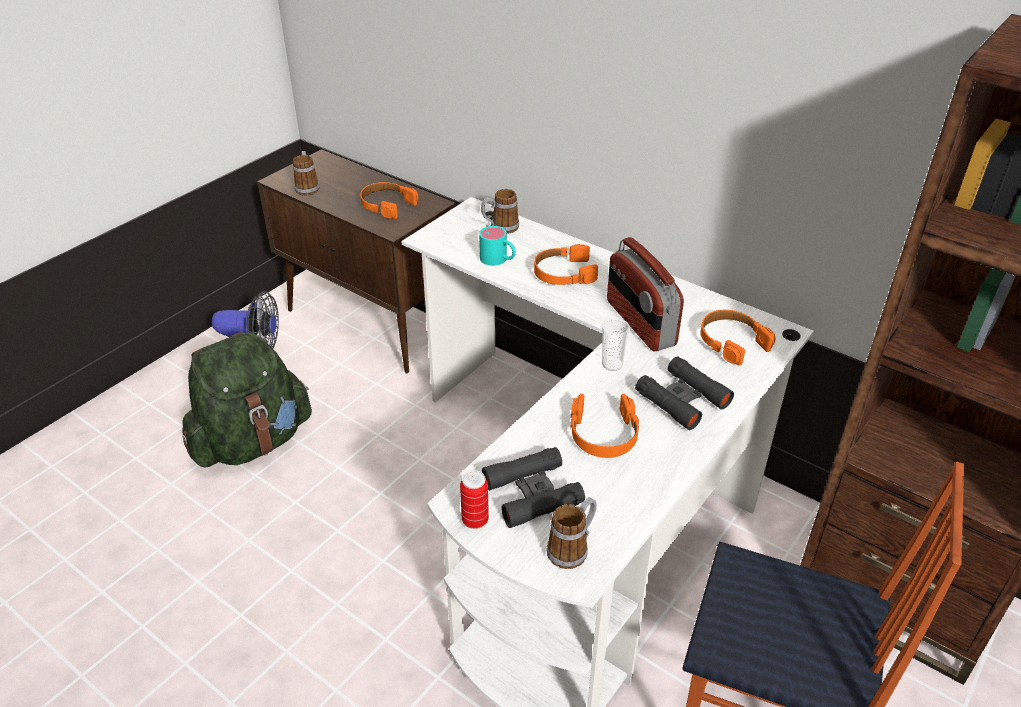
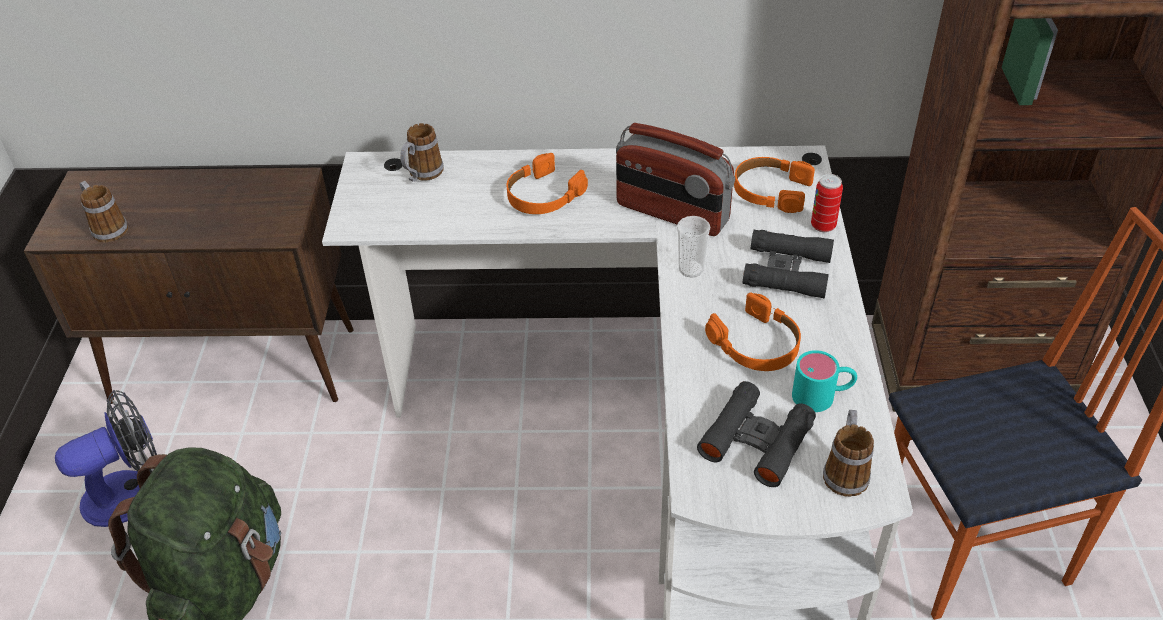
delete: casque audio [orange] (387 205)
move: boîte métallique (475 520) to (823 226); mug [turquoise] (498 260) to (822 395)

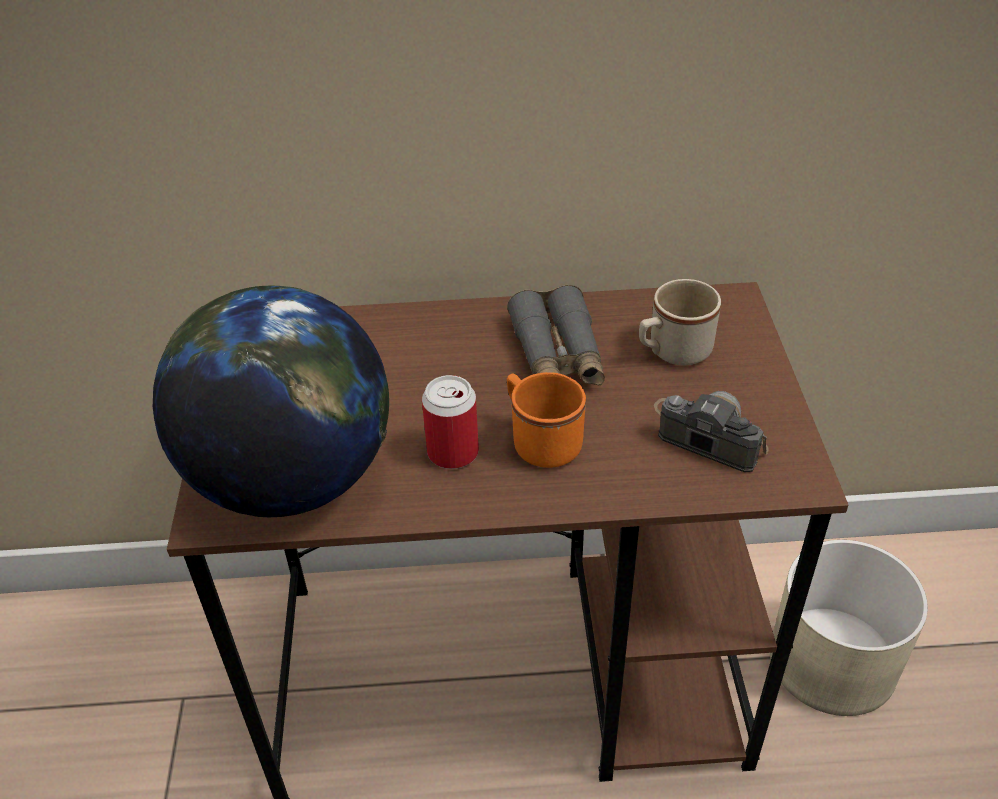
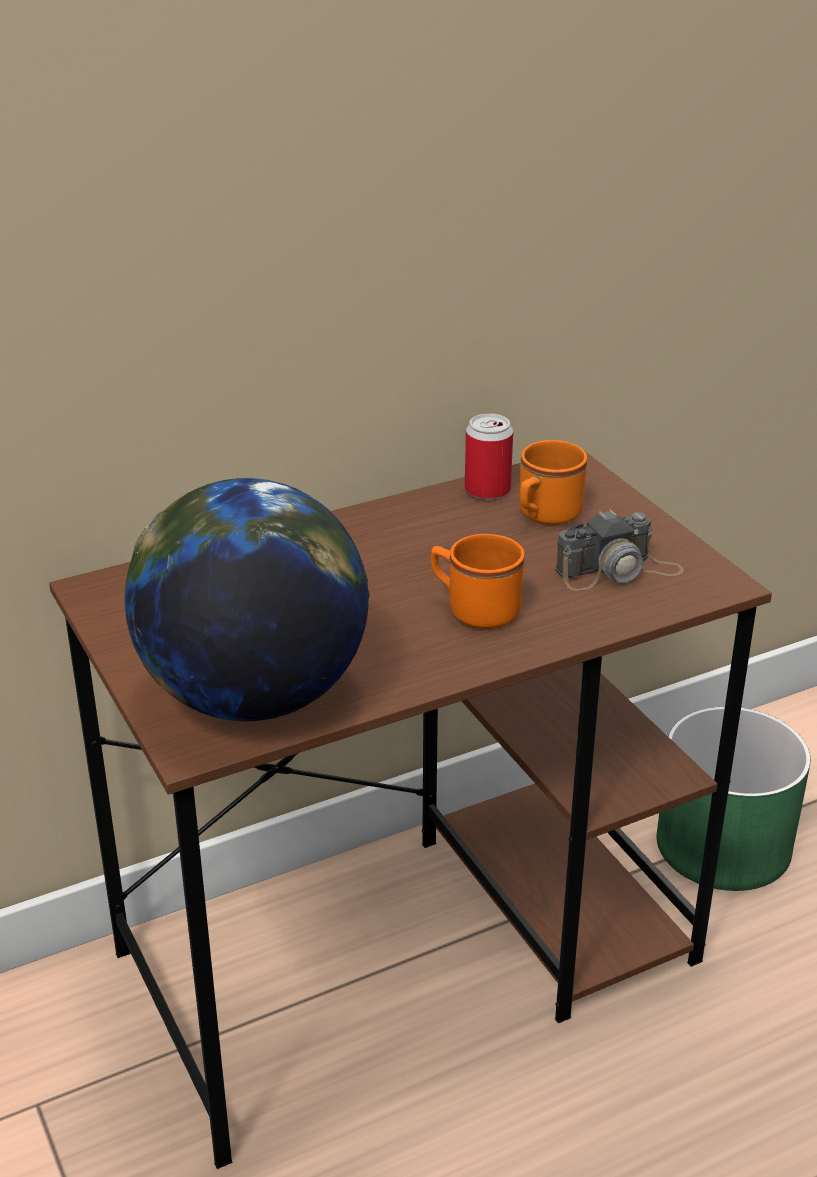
delete: jumelles [gris] (557 354)
move: boîte métallique (453 452) to (487 490)
recolor: mug [beige] (672 352) to mug [orange] (544 516); cache-pot [beige] (834 661) to cache-pot [vert] (725 844)
rotate: appareil photo (705 434) = (618 571) 150 degrees clockwise

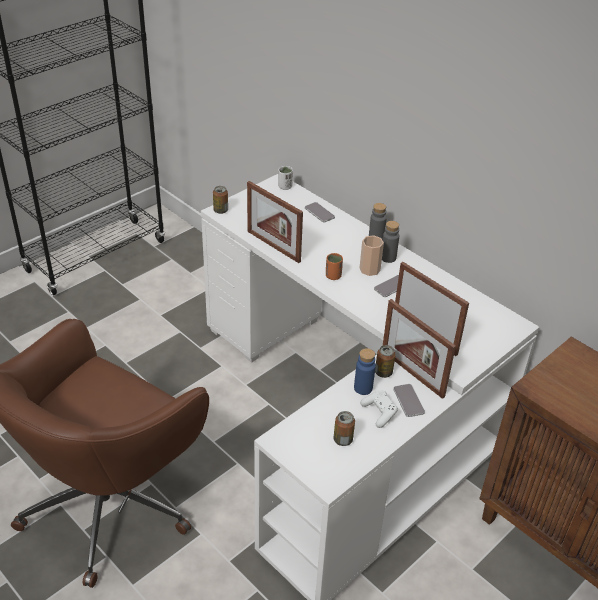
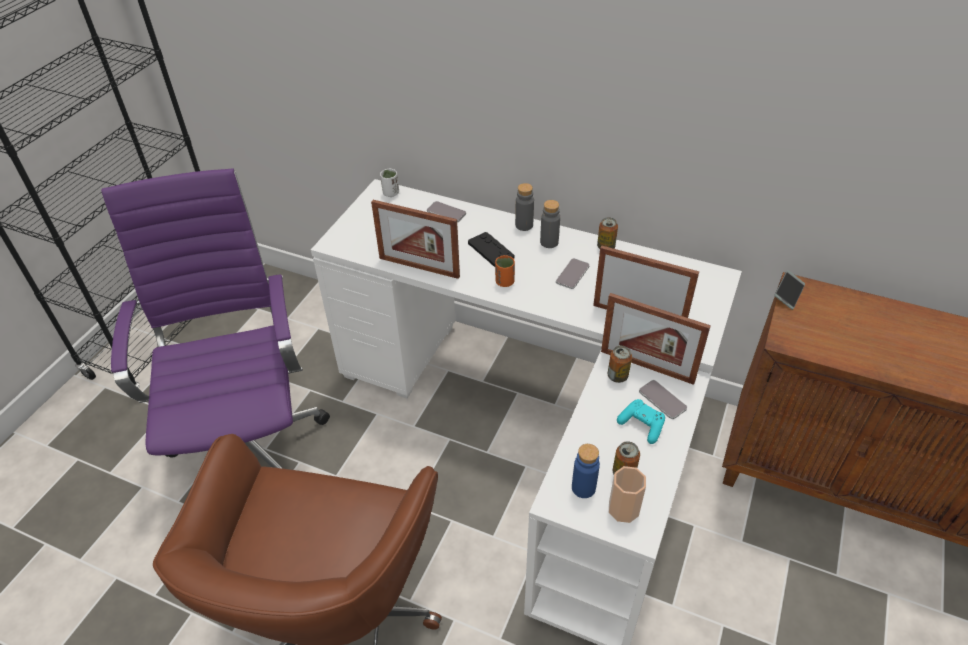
insert: chaise de bureau [violet] (251 448); manette [noir] (490 250); téléphone (788 293)
move: boîte métallique (220 210) to (606 247); bouteille [bleu] (363 388) to (583 488); tasse (369 269) to (623 509)
recolor: manette [blanc] (379 413) to manette [turquoise] (641 425)

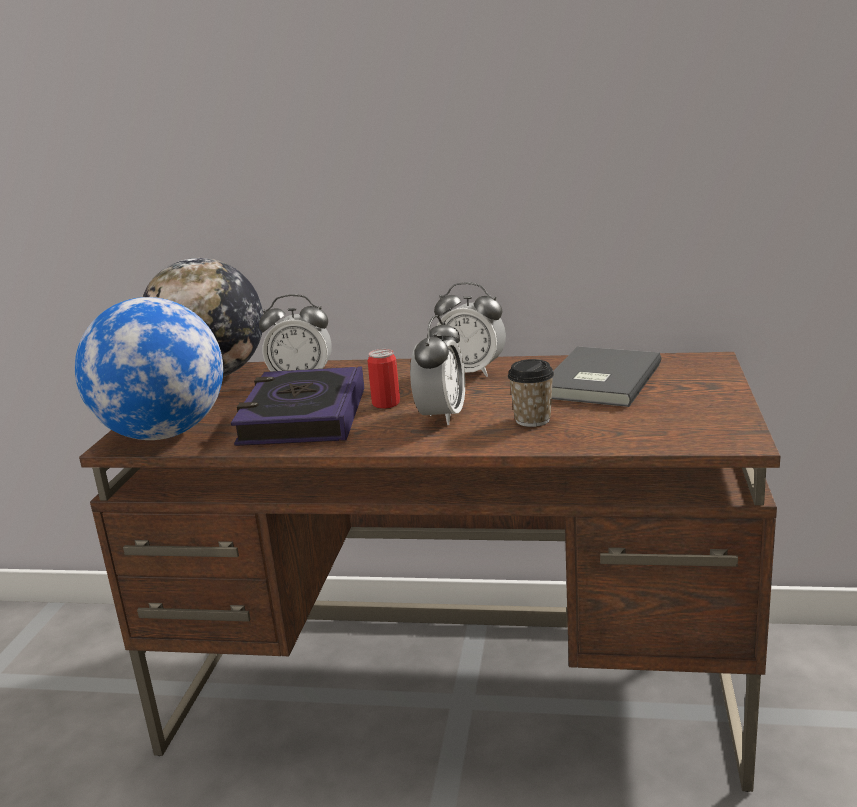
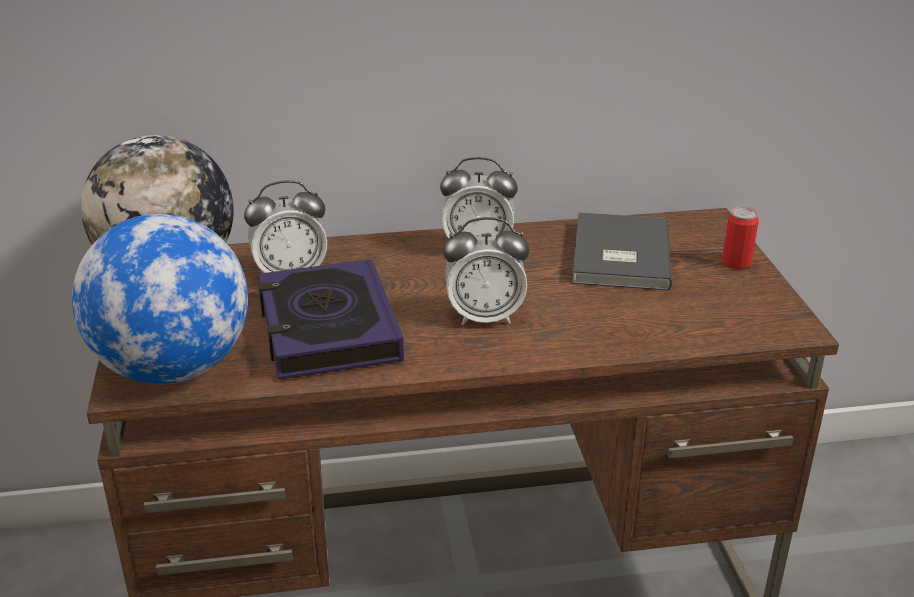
delete: tasse (532 420)
move: boîte métallique (386 403) to (736 262)
rotate: réveil (441 416) = (485 317) 90 degrees clockwise

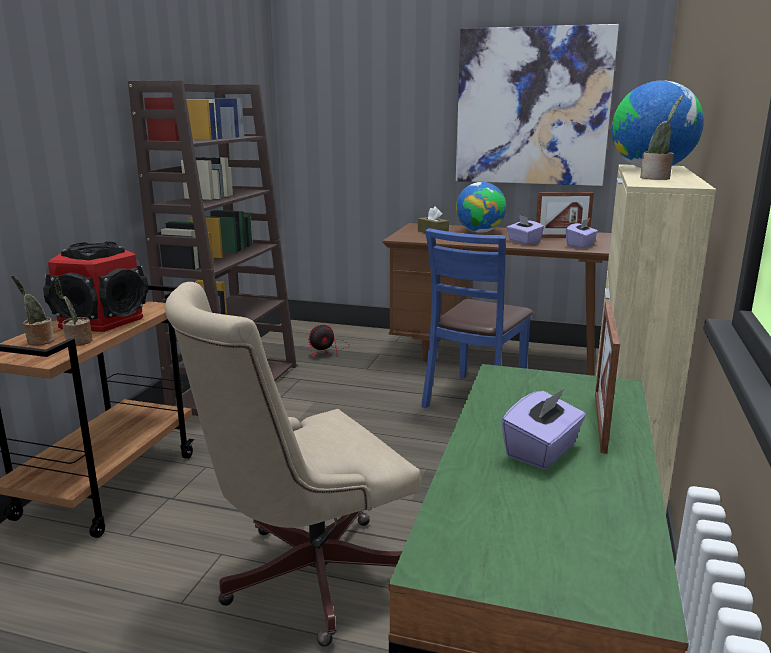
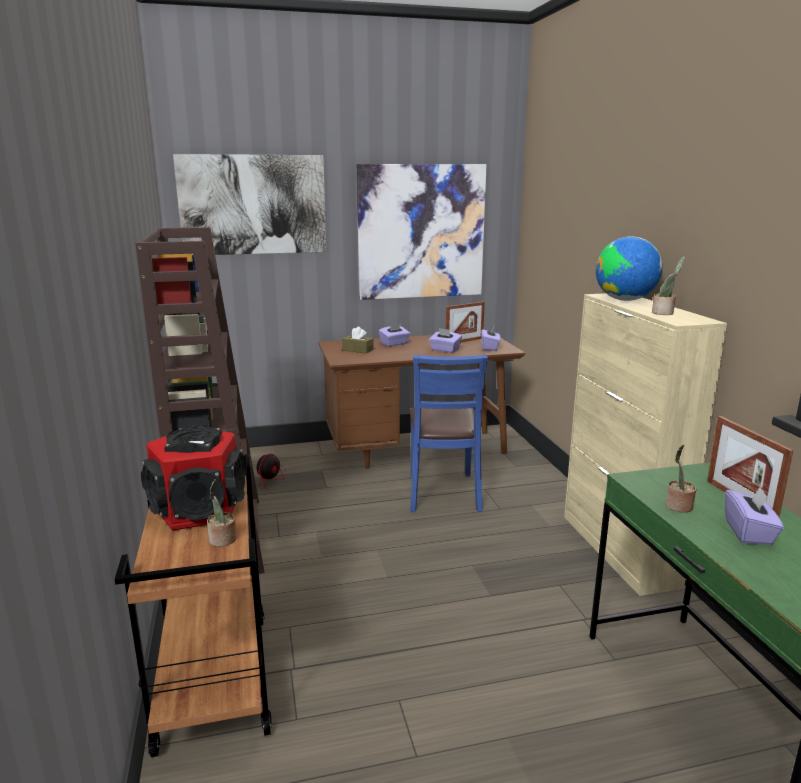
delete: chaise de bureau [beige] (303 577)
insert: tableau (253 205)
move: plante en pot (38 341) to (678 507)
replace: globe (480 232) to boîte à mouchoirs [violet] (394 344)

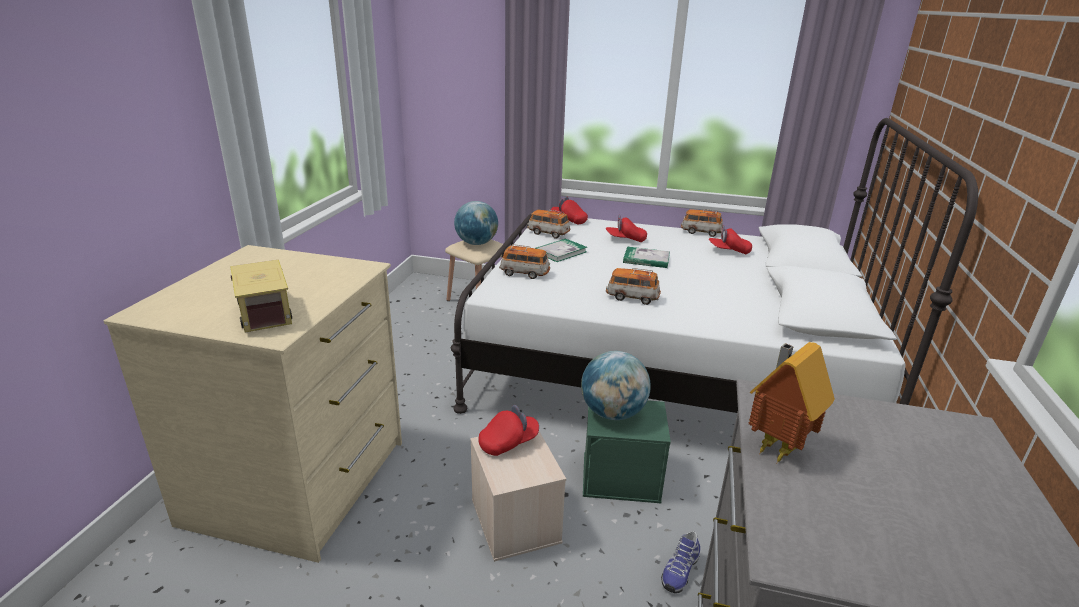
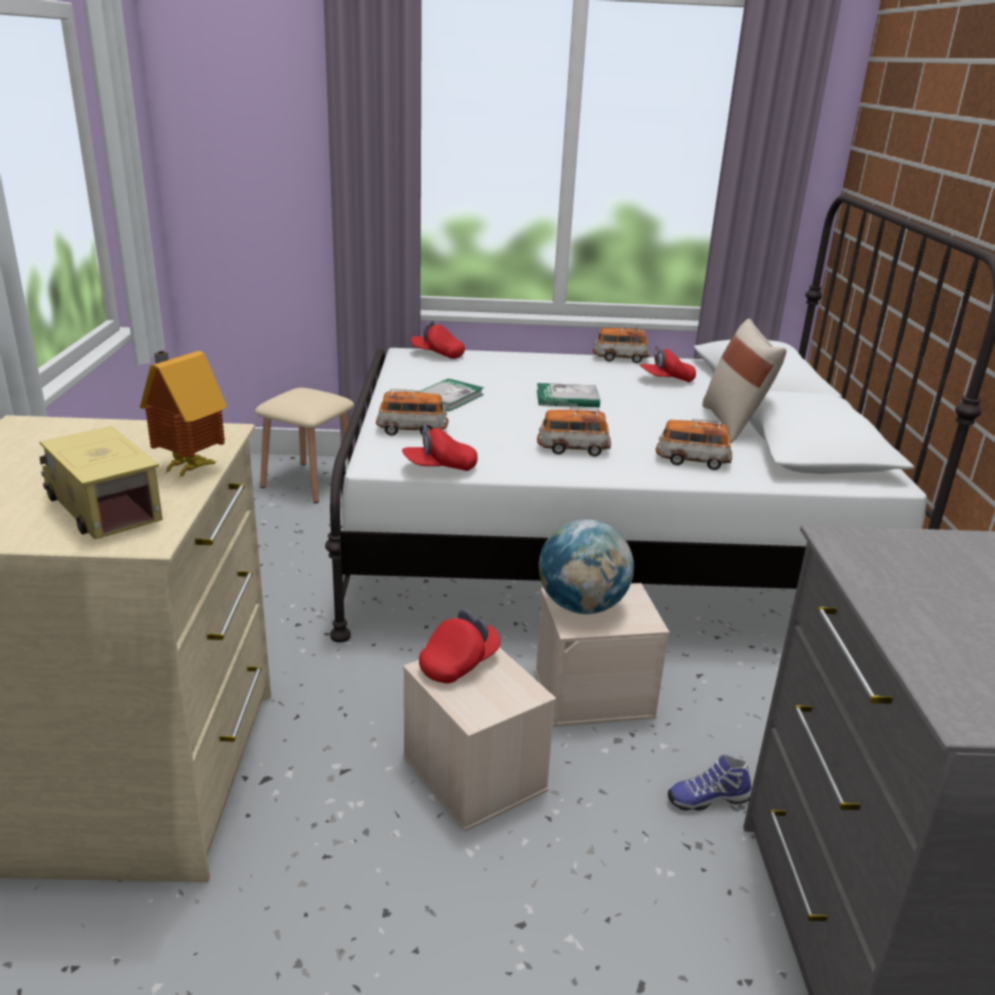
delete: globe (476 243)
insert: coussin [beige] (734 424)
move: petite voiture (548 233) to (692 461); casquette [rouge] (625 239) to (440 467); maison miniature (775 447) to (188 467)
recolor: boîte de rangement [vert] (622 477) to boîte de rangement [beige] (594 693)
rotate: chaussure (679 571) = (708 797) 60 degrees clockwise

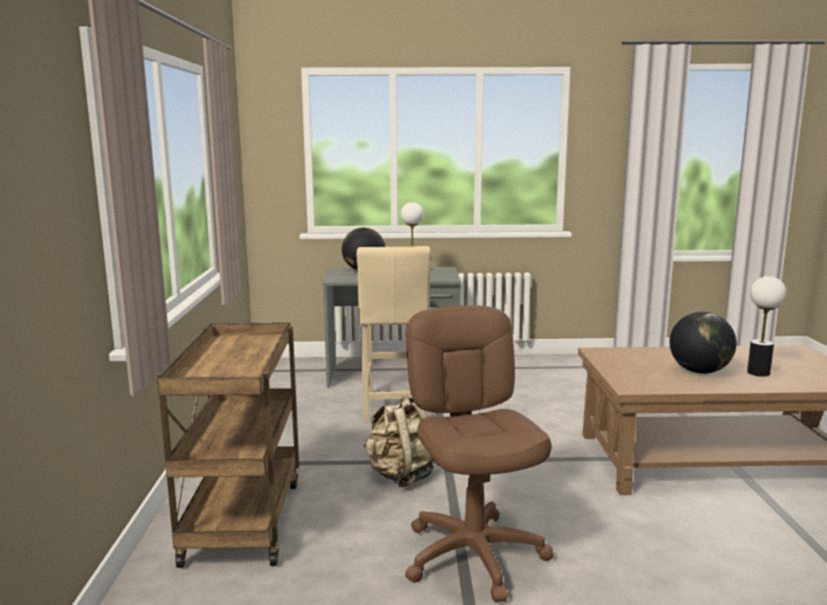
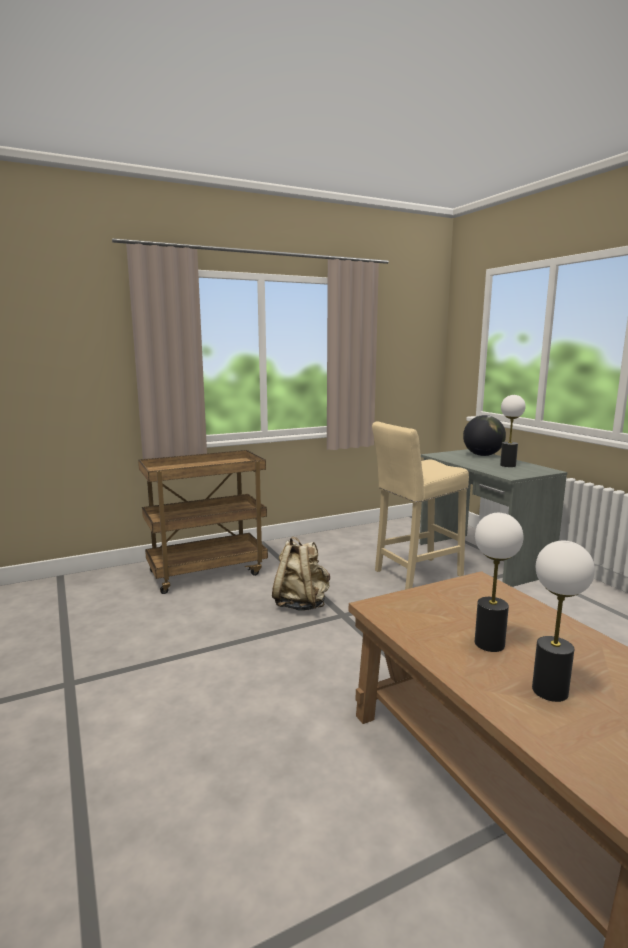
delete: chaise de bureau [marron] (474 555)
replace: globe (699 371) to lampe de table (490 644)

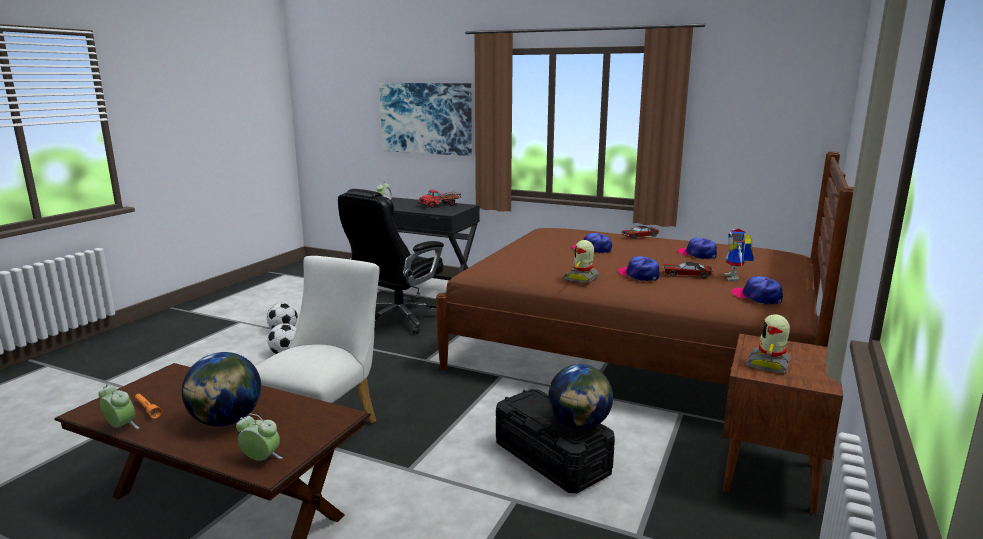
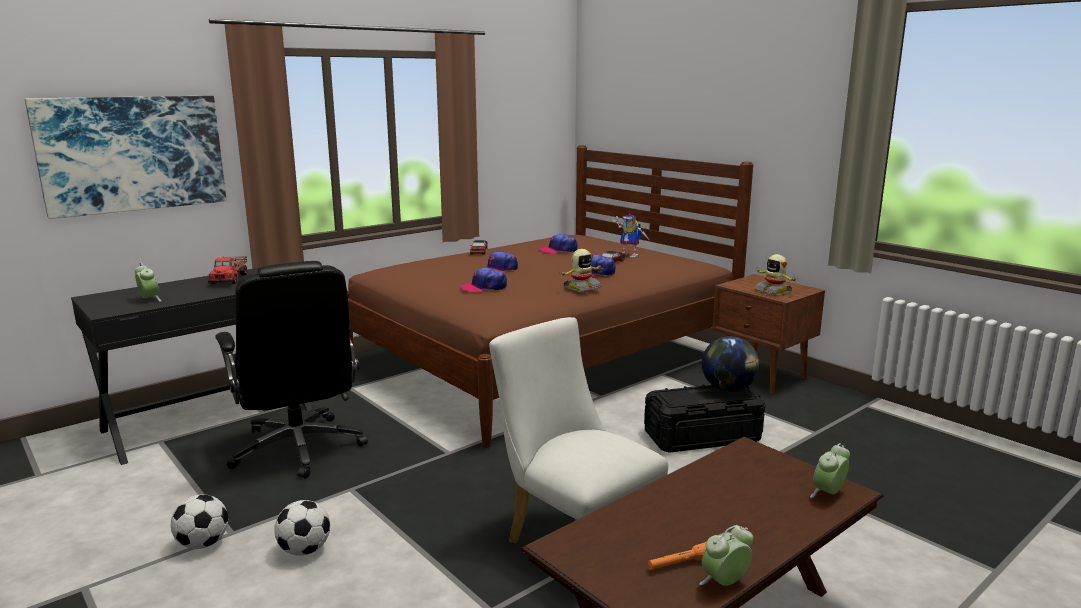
delete: globe (226 421)
move: casquette (757 297) to (484 287)
rotate: robot jouet (582 278) = (581 288) 90 degrees counterclockwise

